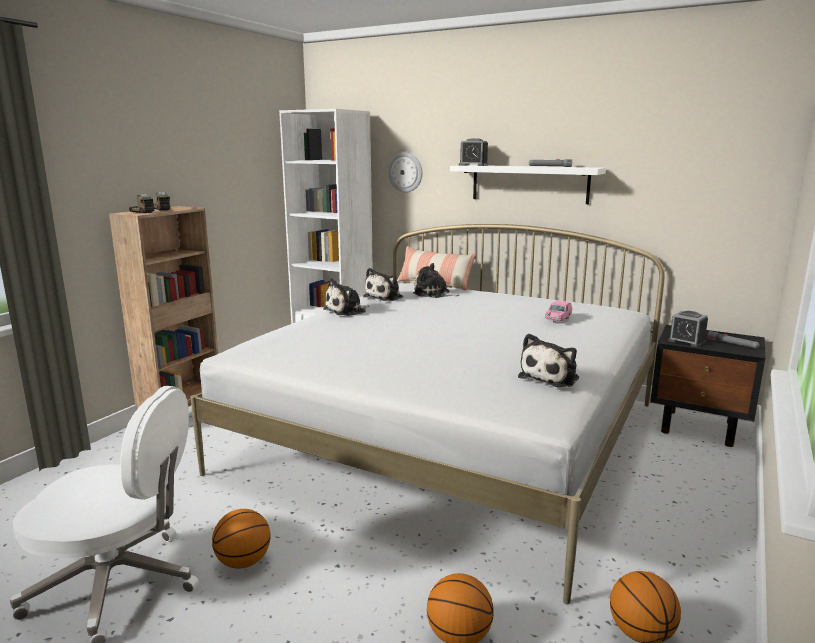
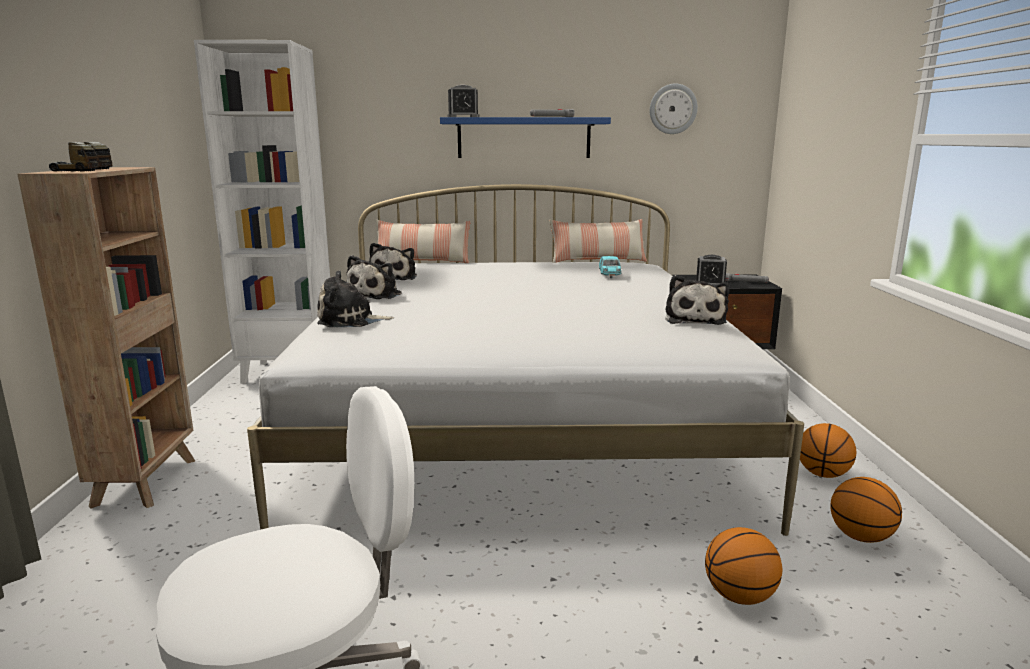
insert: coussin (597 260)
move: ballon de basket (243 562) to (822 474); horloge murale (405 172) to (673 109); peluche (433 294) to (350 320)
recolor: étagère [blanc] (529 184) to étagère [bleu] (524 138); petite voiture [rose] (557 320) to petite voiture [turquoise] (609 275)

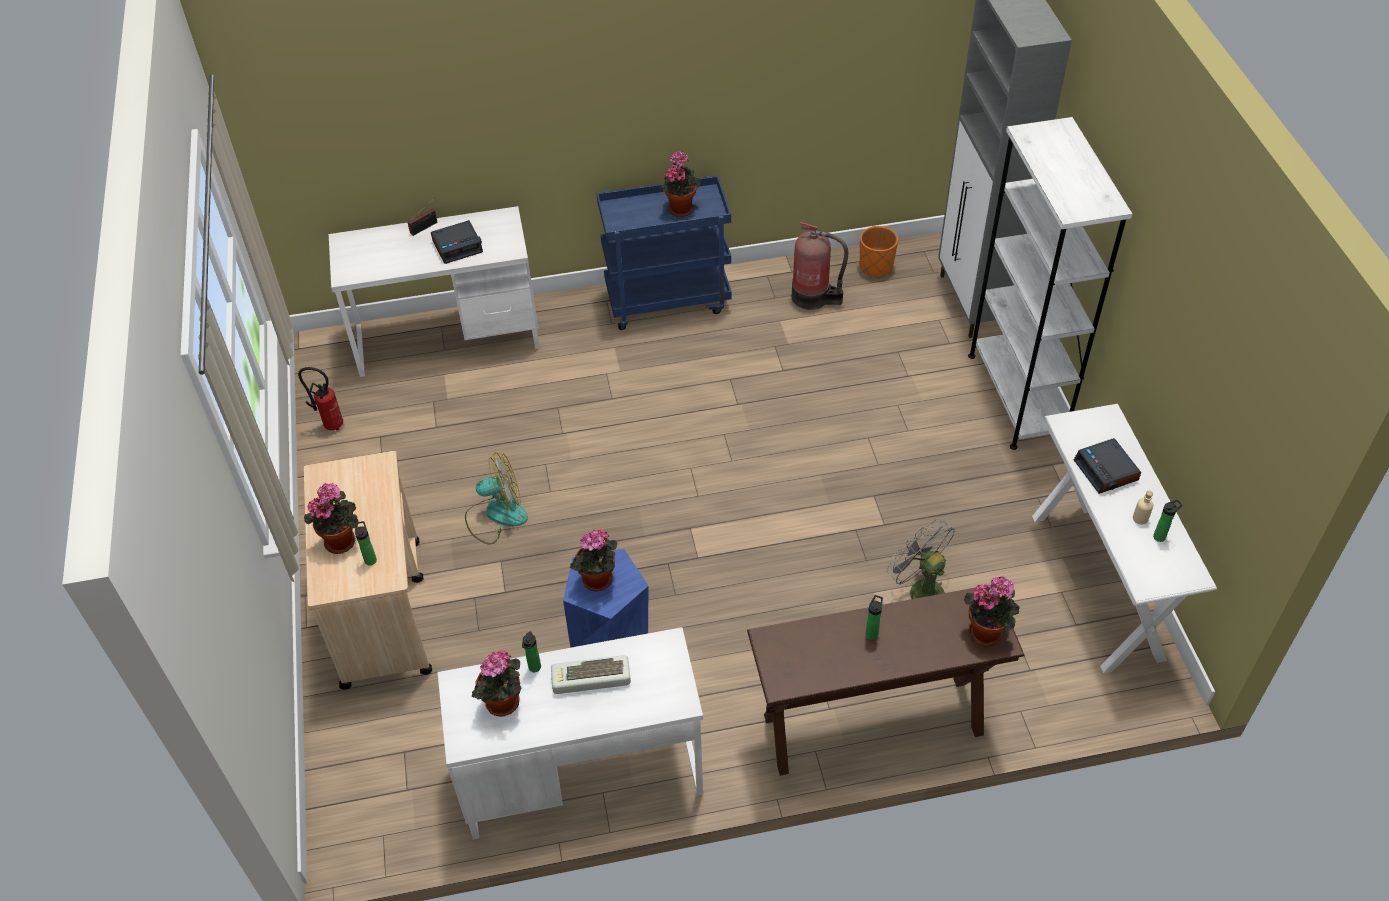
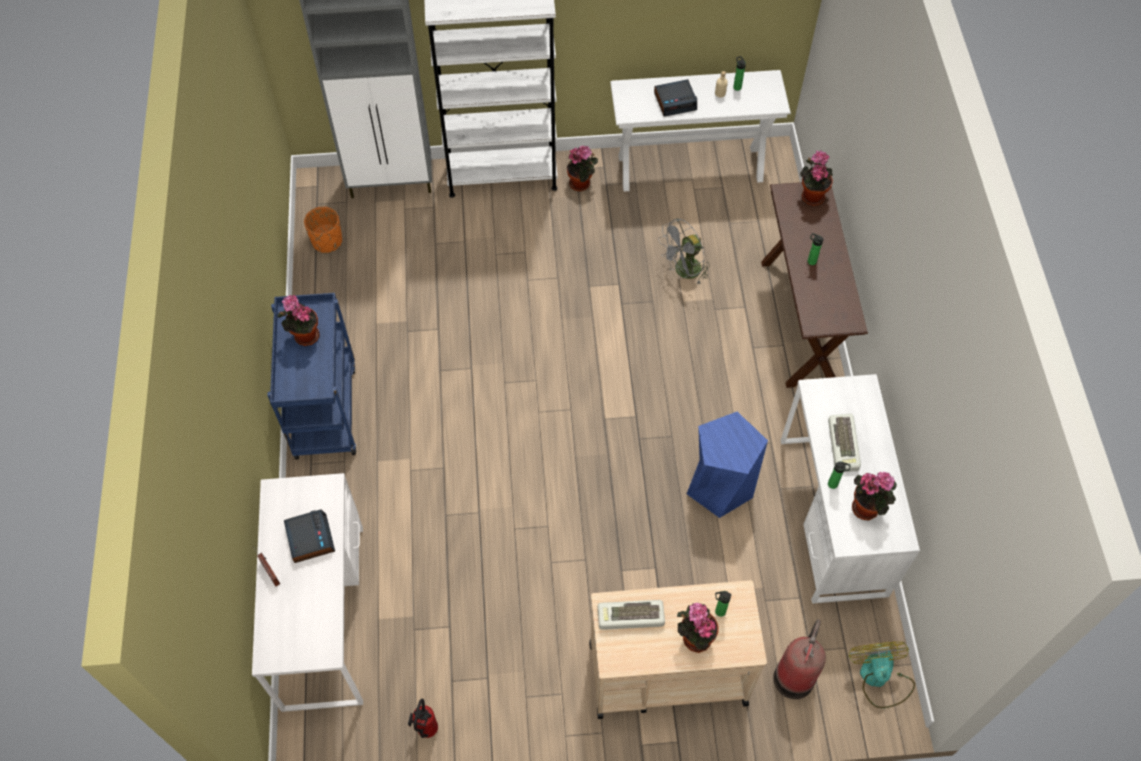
insert: clavier (630 618)
move: ventilateur (496 515) to (879 678); plante en pot (597 582) to (581 183); extincteur (813 297) to (794 675)

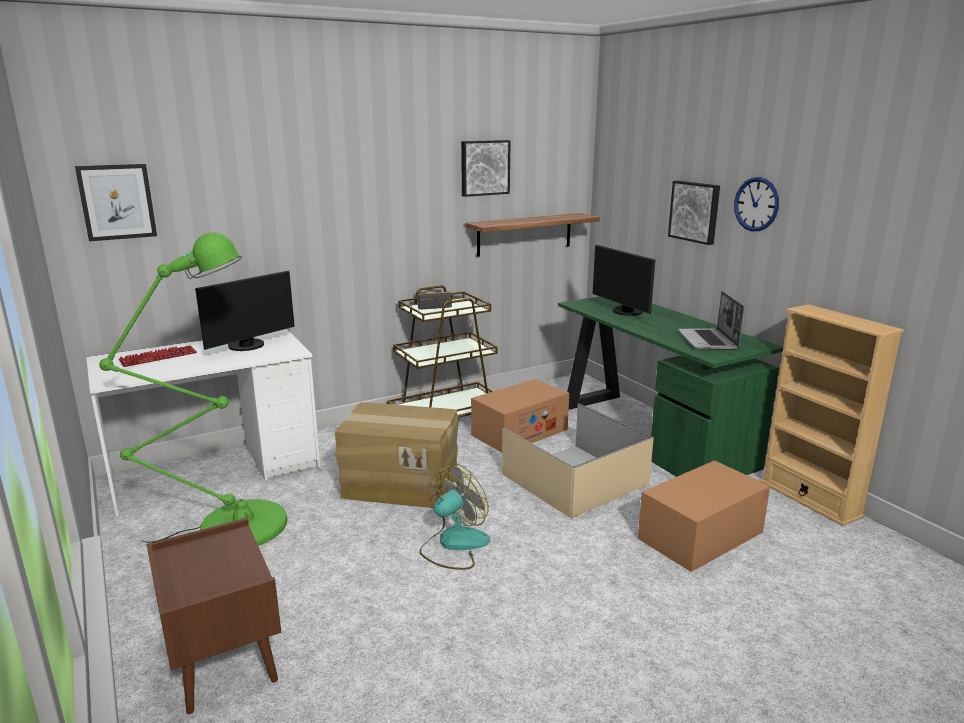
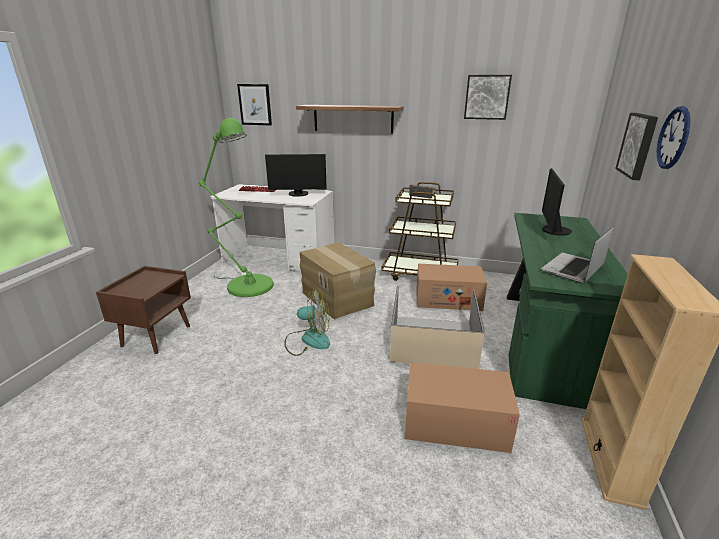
move: étagère (524 234) to (353 118)

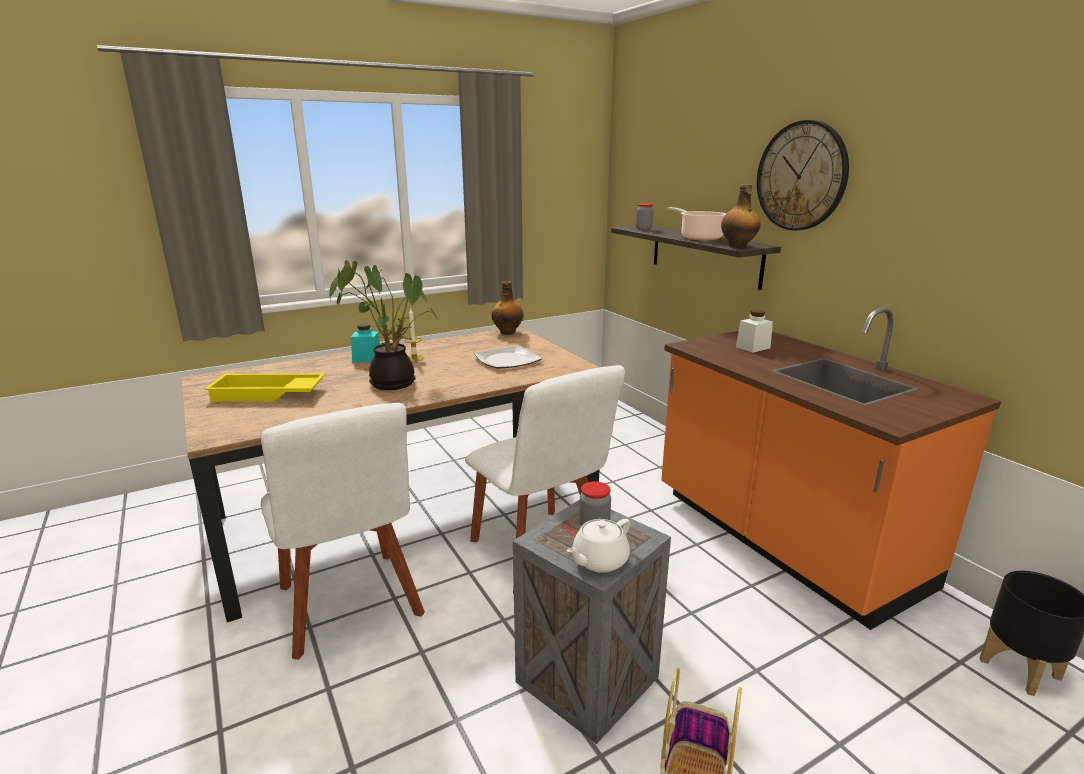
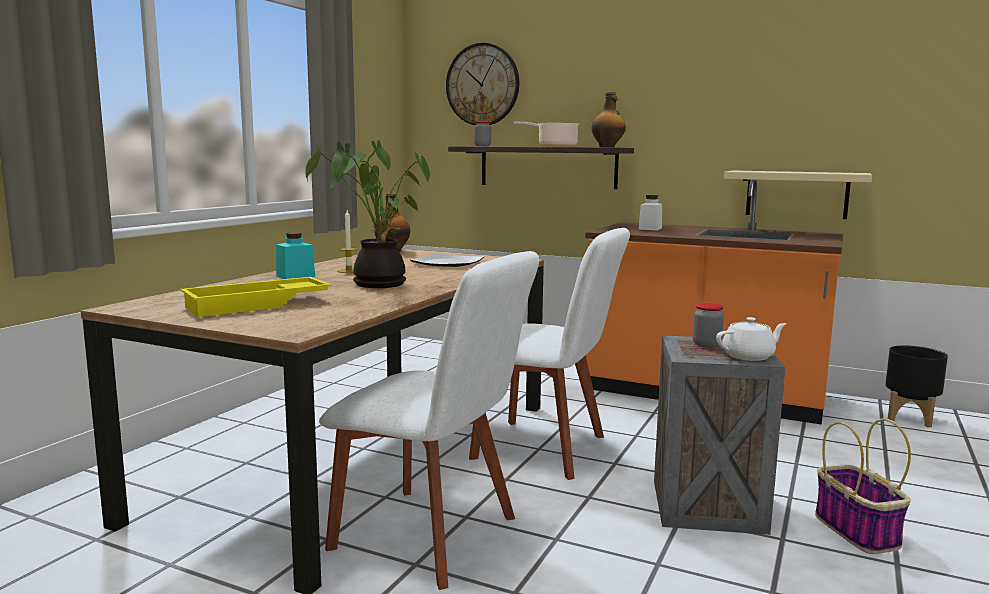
insert: étagère [beige] (797 194)
move: horloge murale (801 176) to (482 85)
rotate: théière [blanc] (599 560) = (749 356) 120 degrees counterclockwise

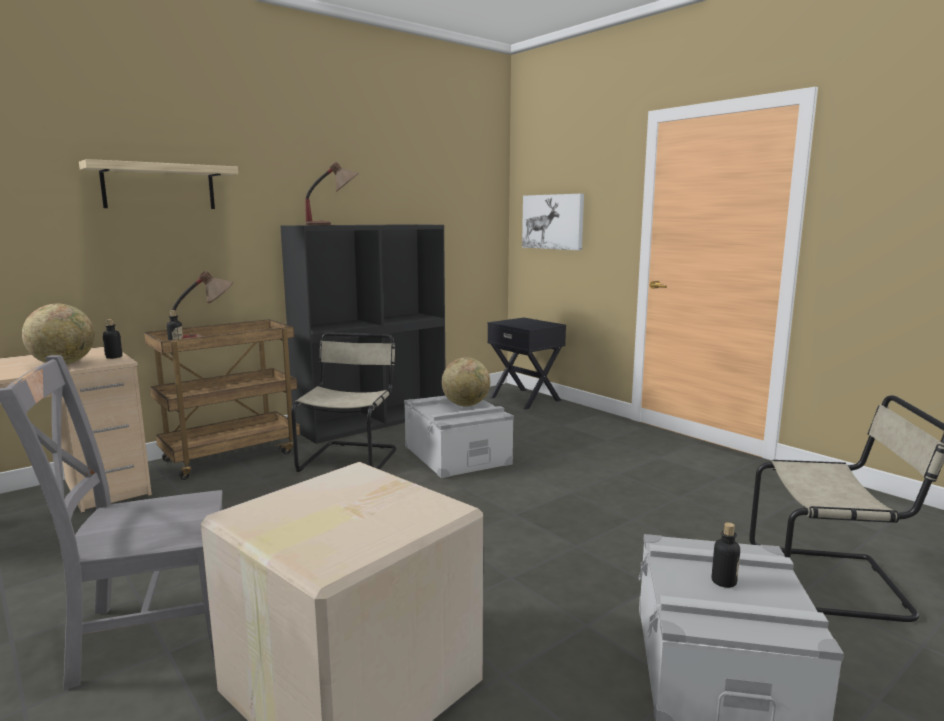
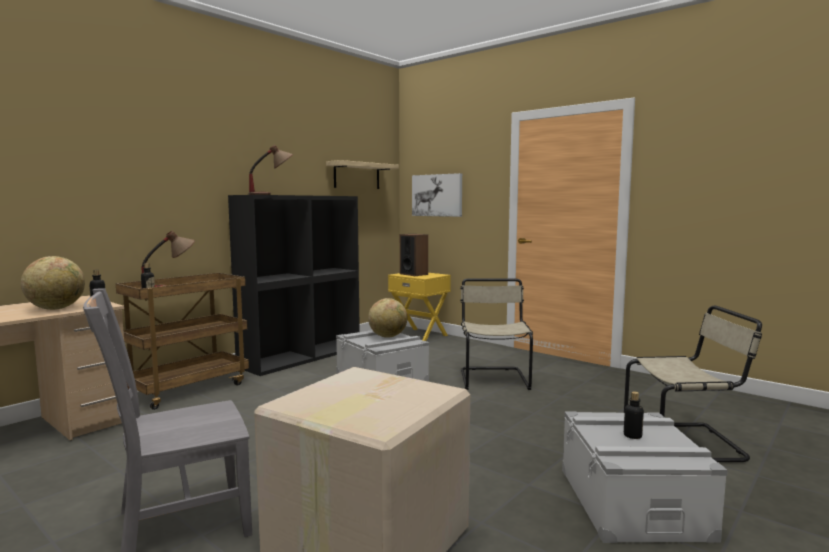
insert: enceinte (413 274)
move: étagère (159 187) to (357 176); chaise [beige] (350 459) to (493 378)
recolor: table de chevet [noir] (525 398) to table de chevet [jaune] (419 335)

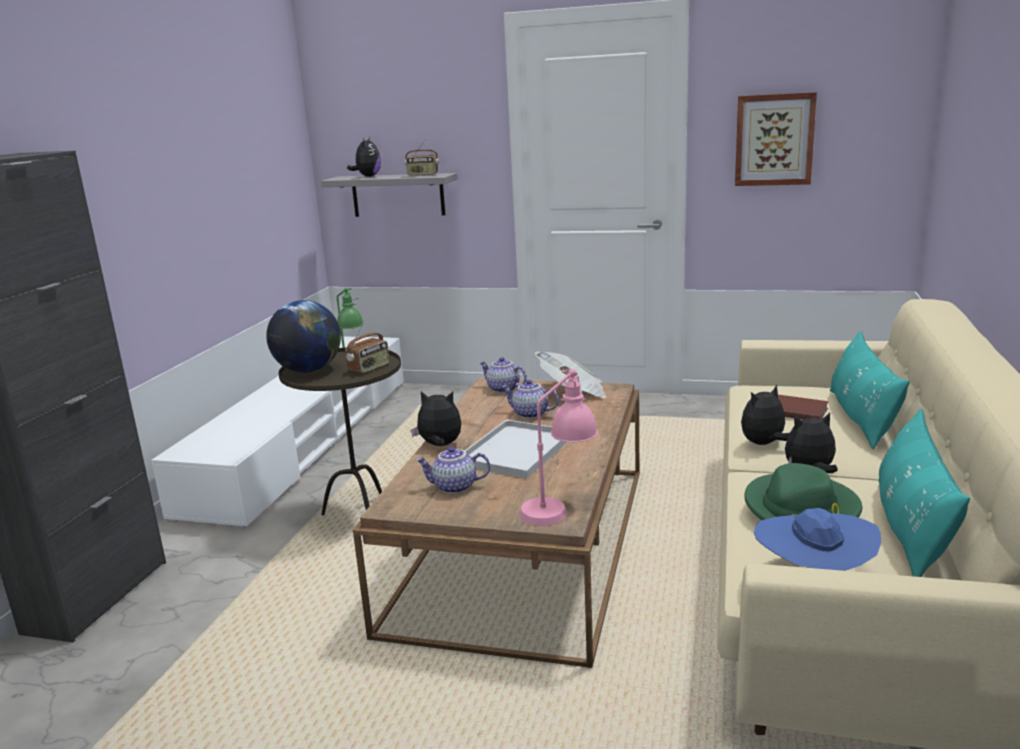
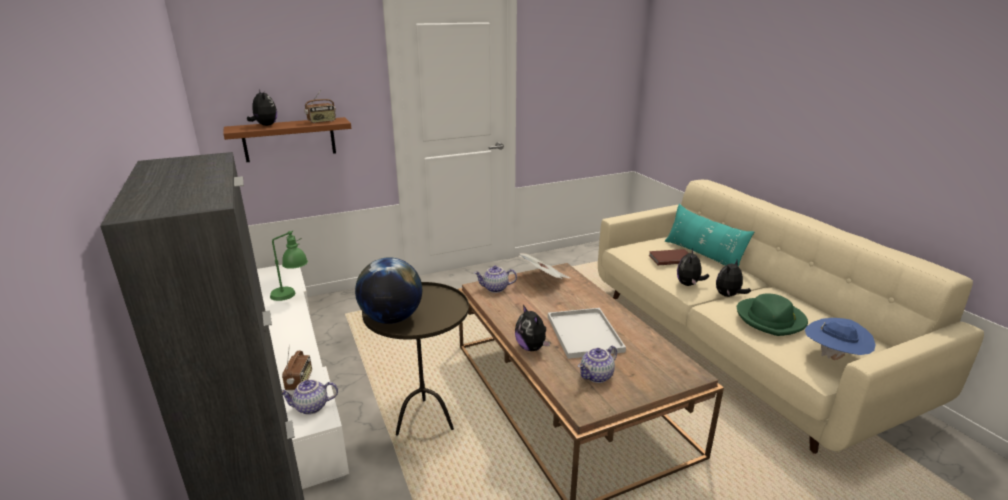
delete: lampe de table [rose] (559 506); tableau (774 140); coussin [turquoise] (911 528)
move: radio (369 368) to (300 381); théière (529 414) to (311 407)
recolor: étagère [gris] (398 195) to étagère [marron] (289 139)
rotate: peluche (440 445) = (532 348) 90 degrees counterclockwise

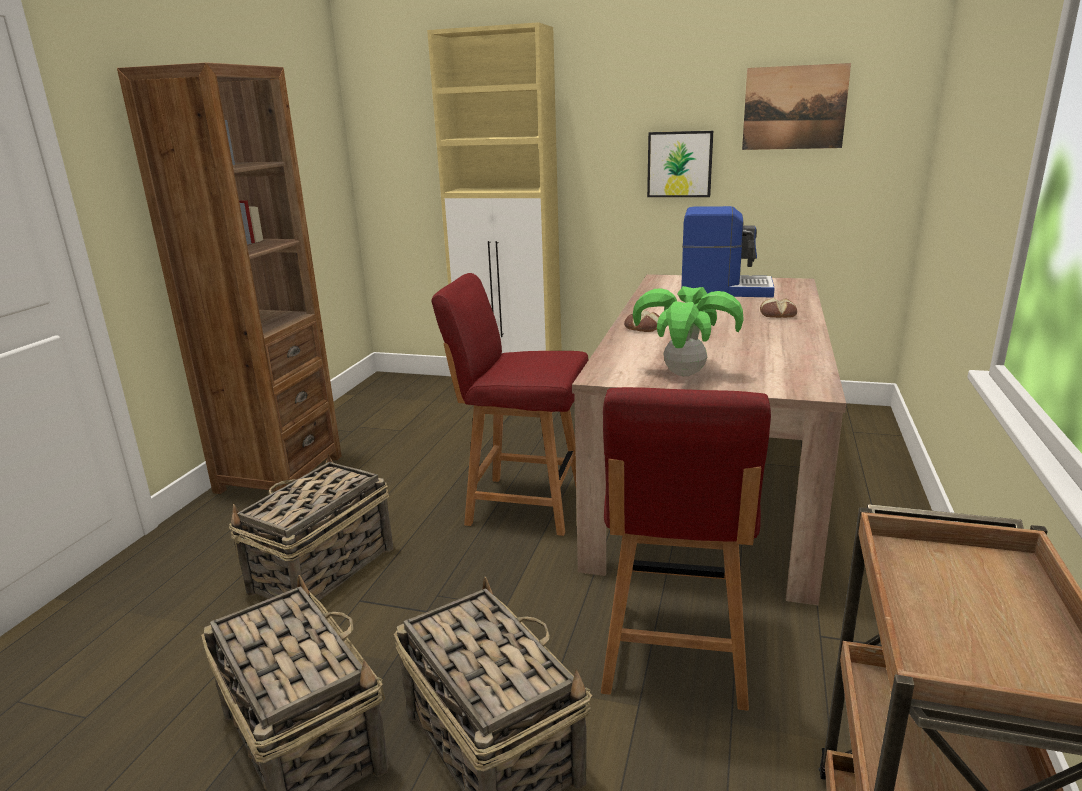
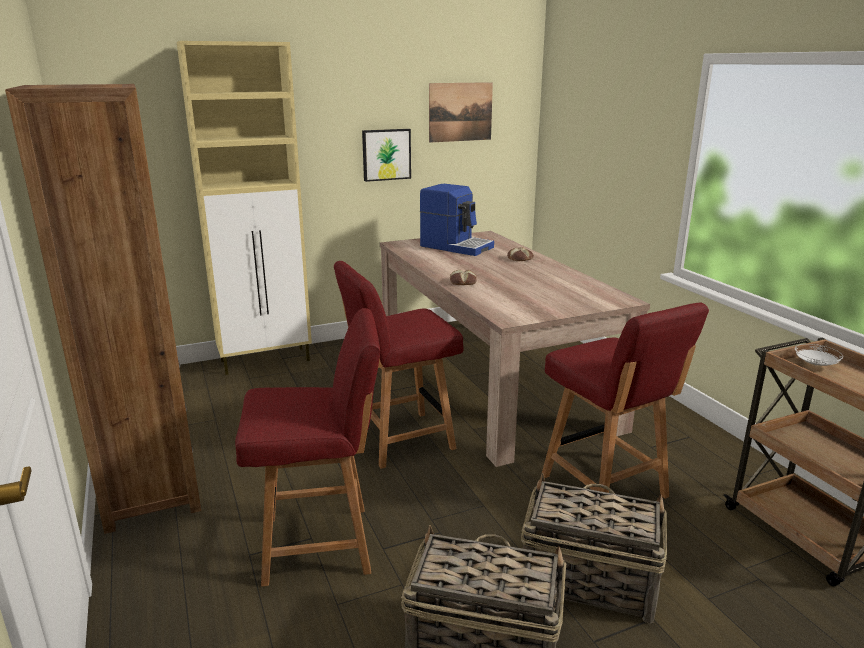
delete: plante en pot (684 374)
insert: assiette [blanc] (815 365)
replace: panier (321 571) to chaise [rouge] (320 544)
rotate: machine à café (725 290) = (456 246) 60 degrees clockwise

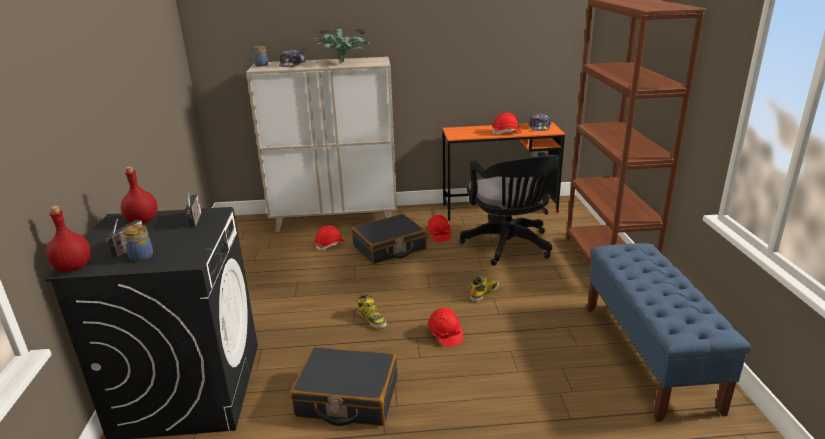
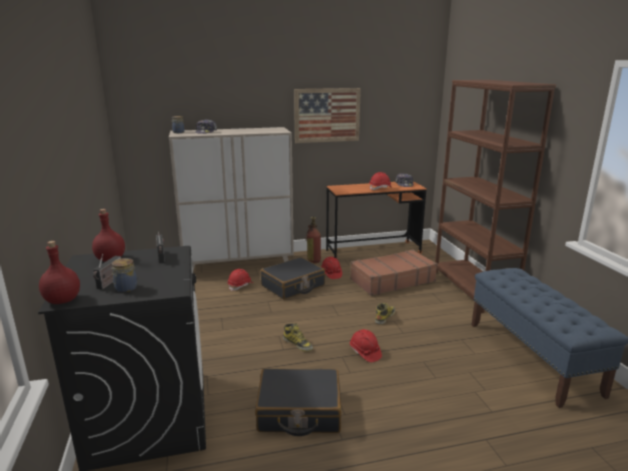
delete: plante en pot (343 63)
insert: tableau (327 115); extincteur (313 259)
replace: chaise de bureau [noir] (509 246) to valise [marron] (392 280)

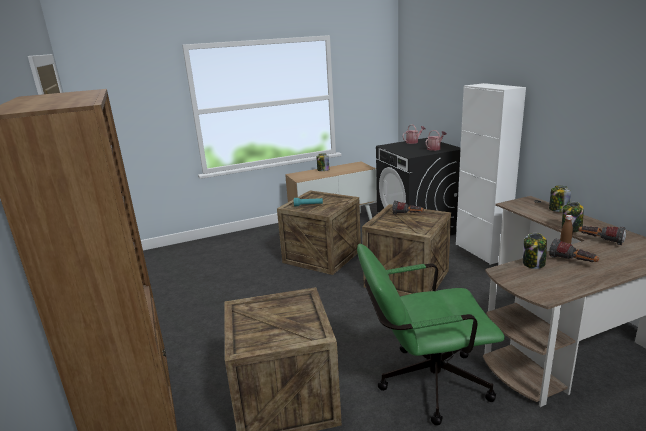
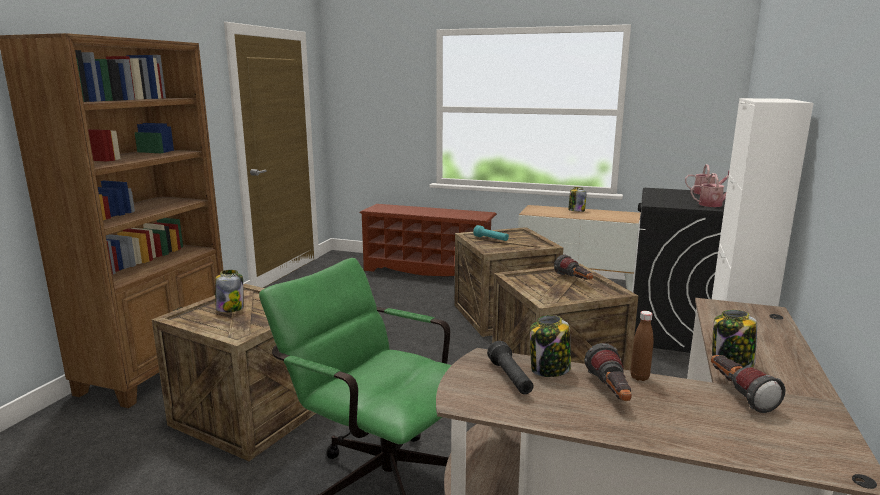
insert: étagère à chaussures [marron] (428 271); lampe de poche [noir] (510 378)
move: bocal (558 210) to (230 308)

